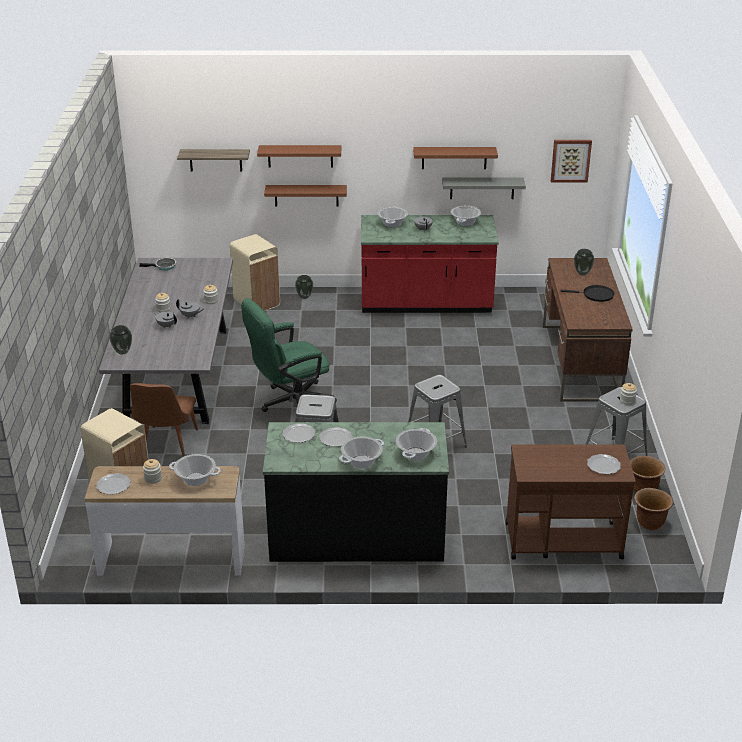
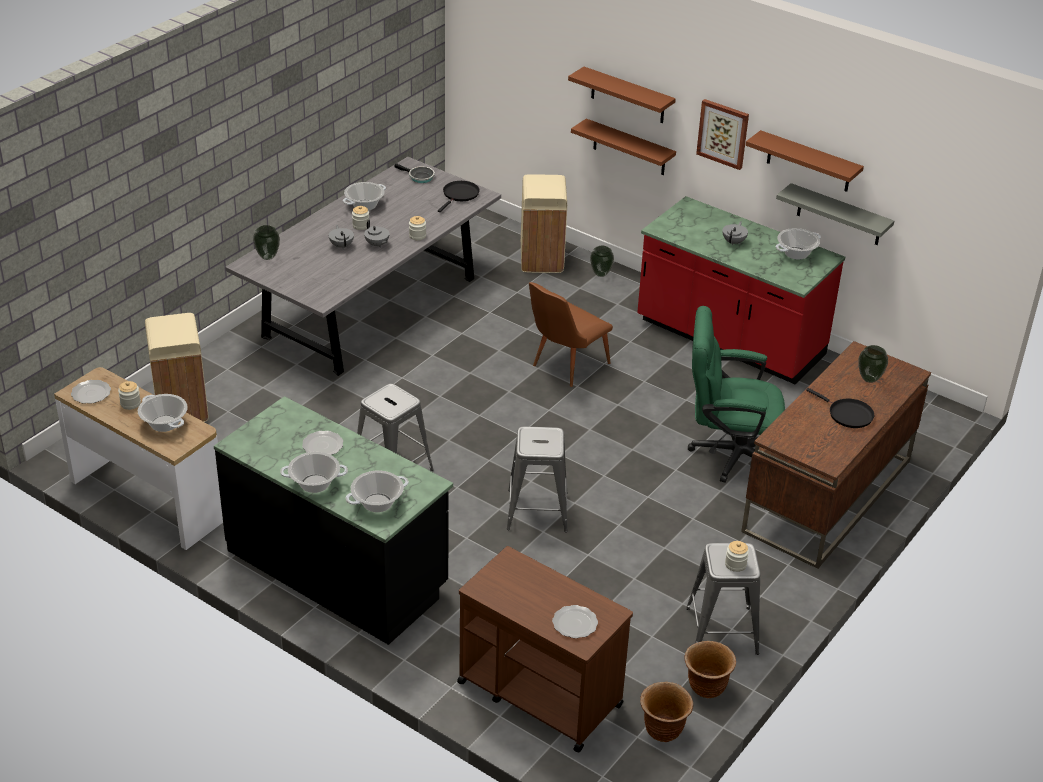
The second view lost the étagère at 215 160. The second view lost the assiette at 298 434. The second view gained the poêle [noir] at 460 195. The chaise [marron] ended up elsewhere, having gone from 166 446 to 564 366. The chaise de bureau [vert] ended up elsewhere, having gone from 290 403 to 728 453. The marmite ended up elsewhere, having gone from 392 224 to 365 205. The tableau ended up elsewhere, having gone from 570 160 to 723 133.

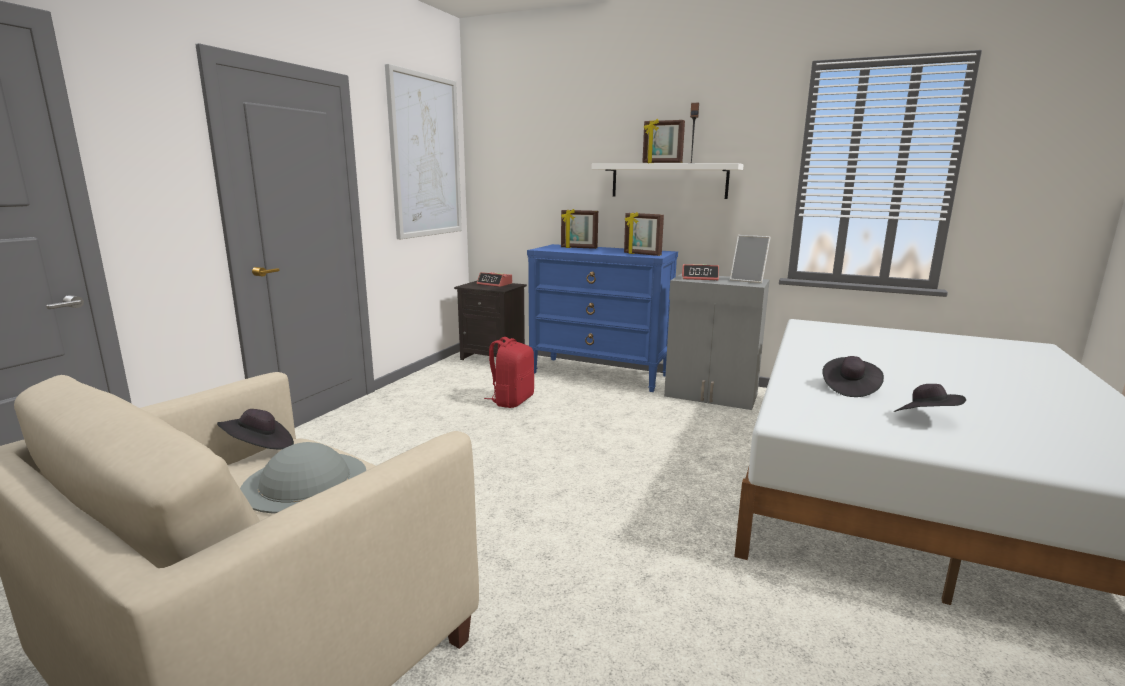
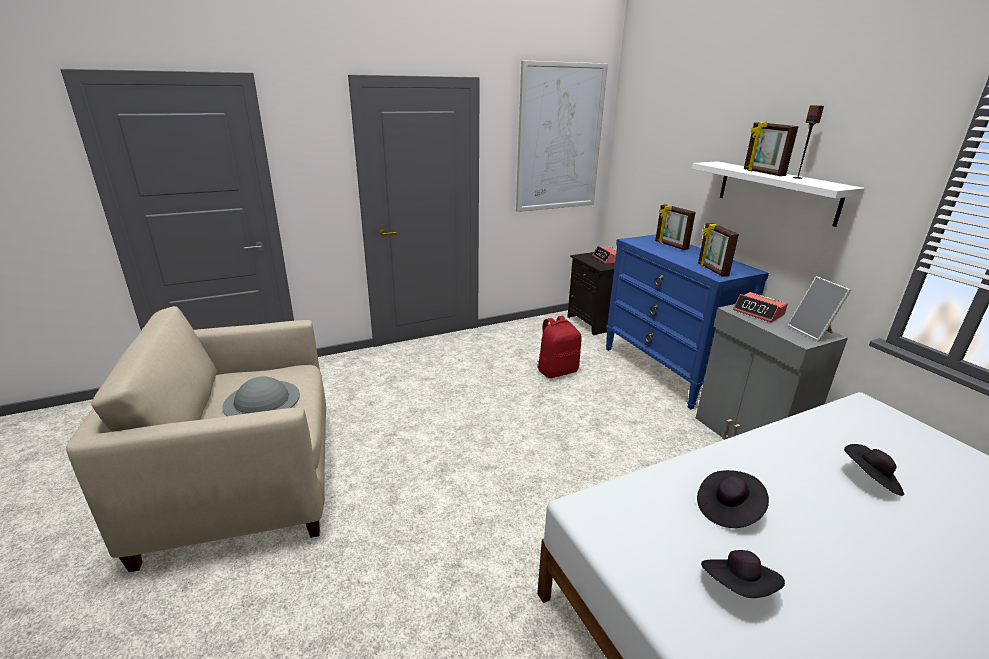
The chapeau [noir] ended up elsewhere, having gone from 260 448 to 870 480.

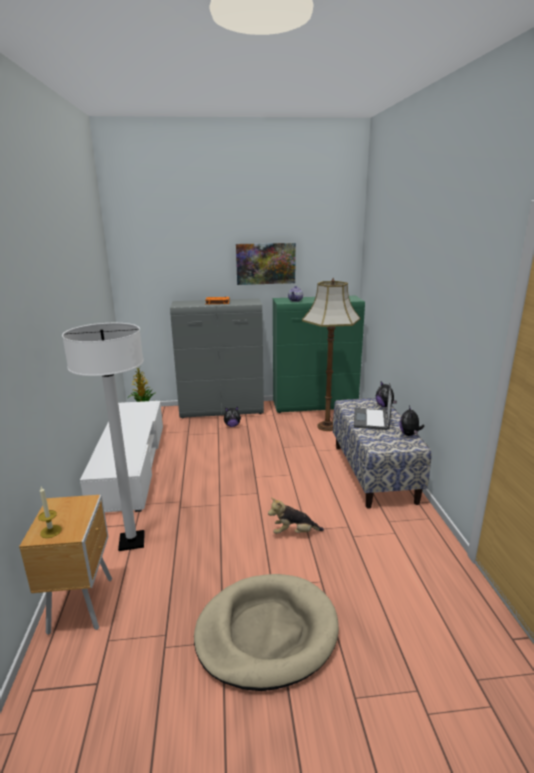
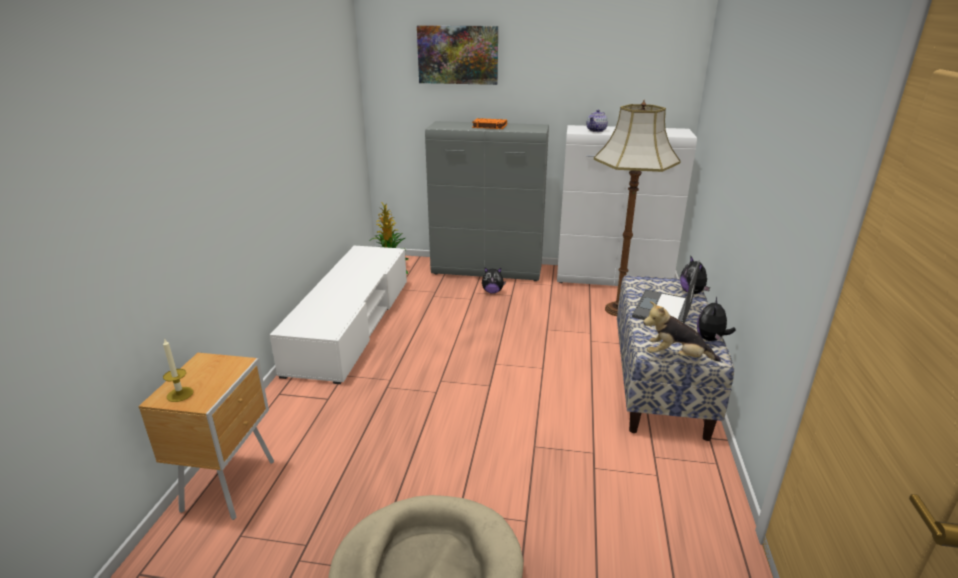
The second view lost the lampadaire [blanc] at 132 541. The tableau ended up elsewhere, having gone from 265 263 to 458 55. The peluche ended up elsewhere, having gone from 294 533 to 676 357. What was the meuble de rangement [vert] at 315 406 turned into the meuble de rangement [blanc] at 613 279.

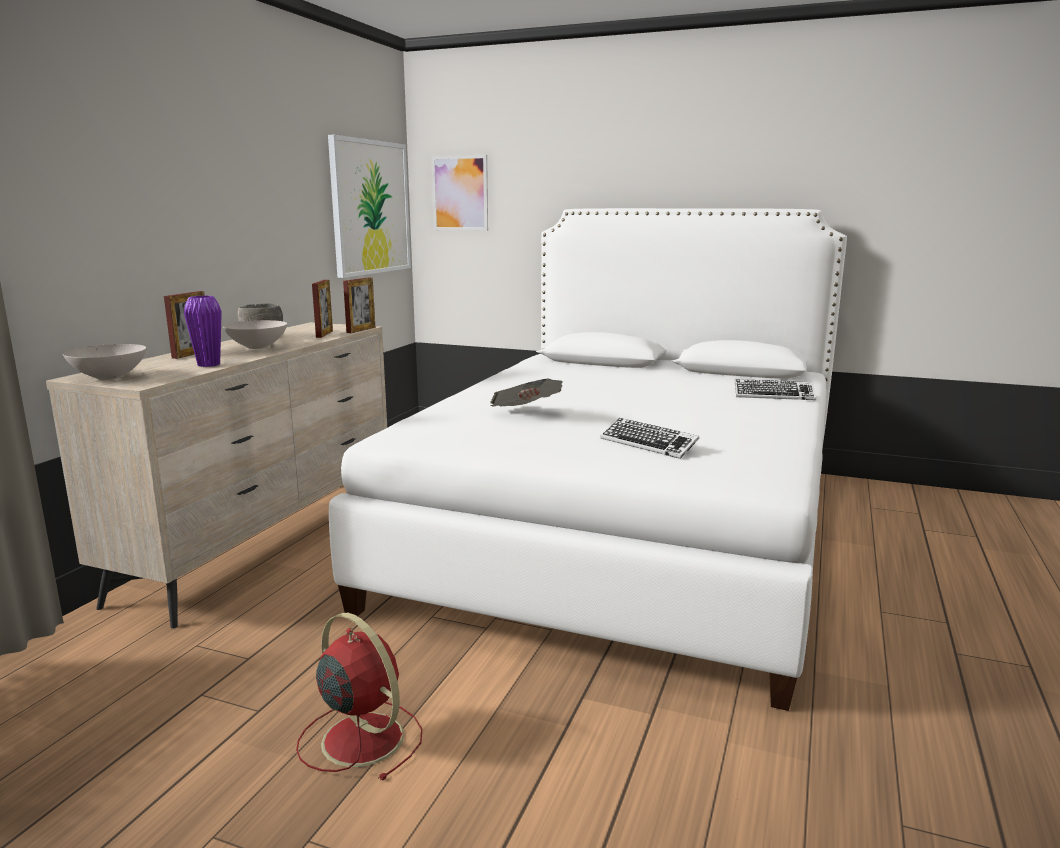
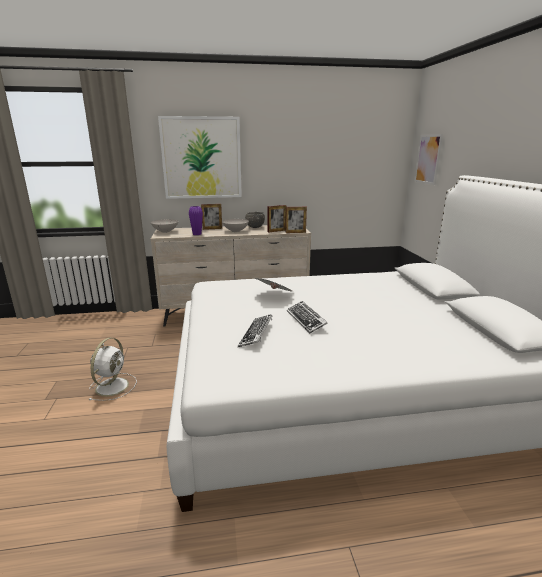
The tableau ended up elsewhere, having gone from 370 207 to 201 158. The clavier ended up elsewhere, having gone from 774 395 to 306 320. What was the ventilateur [rouge] at 360 737 turned into the ventilateur [blanc] at 113 386.

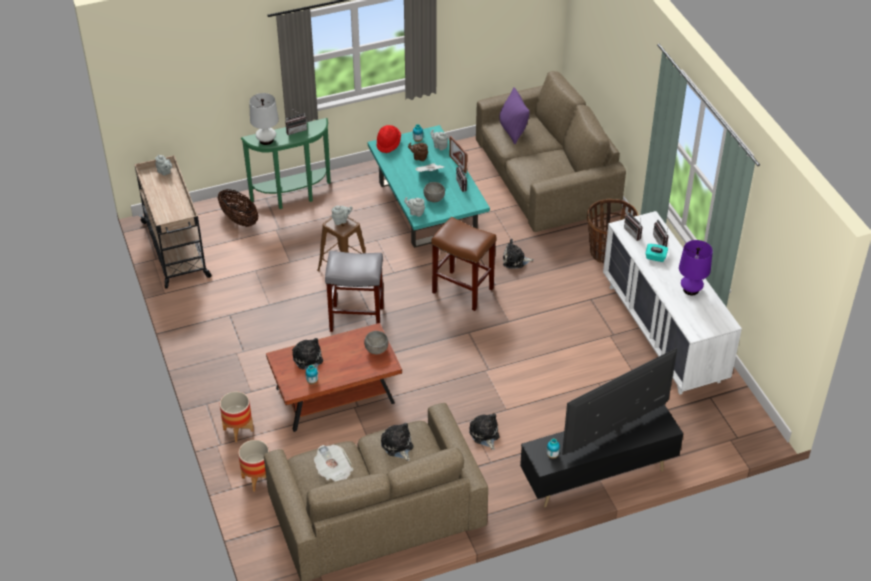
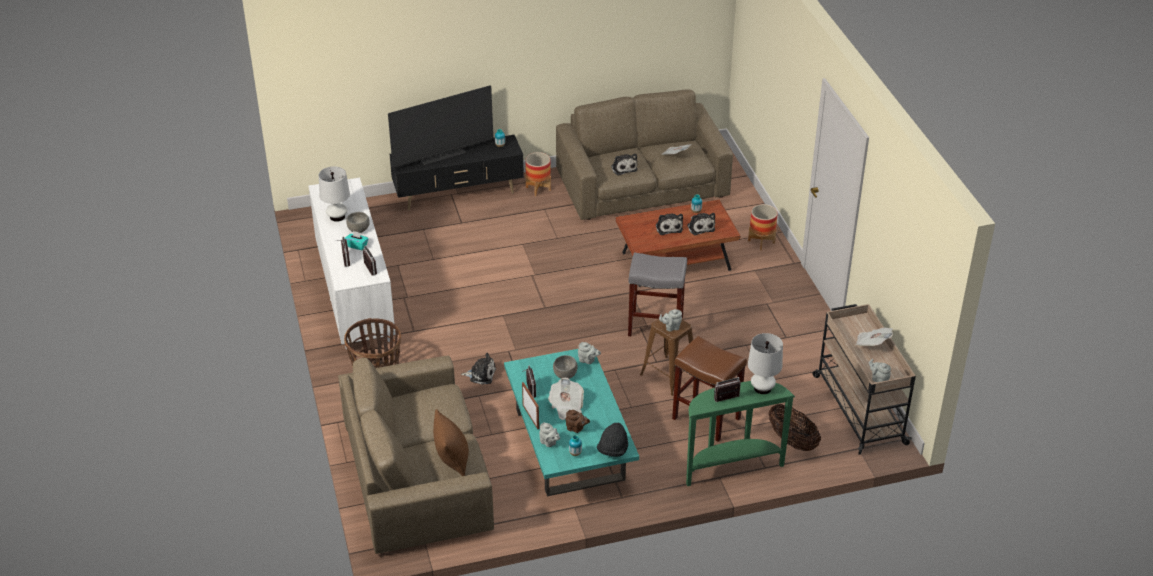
The second view gained the journal at 872 344. The cache-pot ended up elsewhere, having gone from 257 479 to 538 188. The bol [gris] ended up elsewhere, having gone from 376 350 to 359 230. The tabouret [marron] ended up elsewhere, having gone from 463 290 to 705 418. The peluche ended up elsewhere, having gone from 484 435 to 668 227. What was the chapeau [rouge] at 388 144 turned into the chapeau [noir] at 613 450. What was the coussin [violet] at 513 131 turned into the coussin [marron] at 452 460. What was the lampe de table [violet] at 691 289 turned into the lampe de table [blanc] at 337 217.

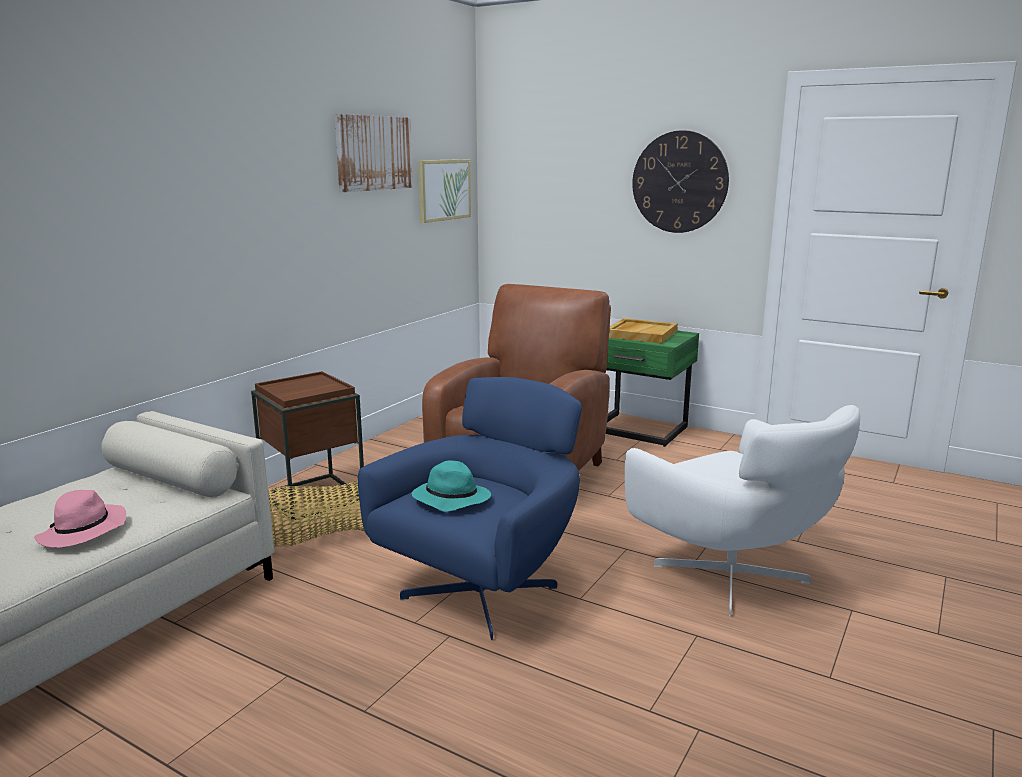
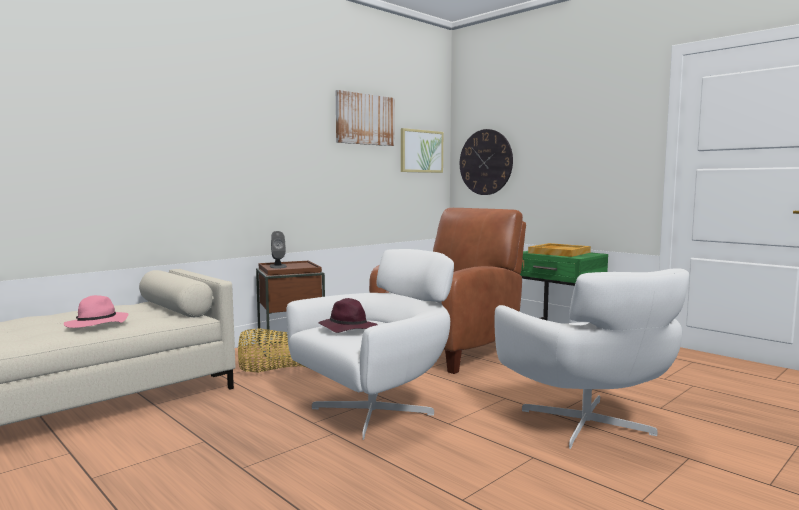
The second view gained the enceinte [gris] at 278 266. The horloge murale ended up elsewhere, having gone from 679 182 to 485 162. What was the fauteuil [bleu] at 483 590 turned into the fauteuil [blanc] at 376 410. What was the chapeau [turquoise] at 450 499 turned into the chapeau [violet] at 347 328.

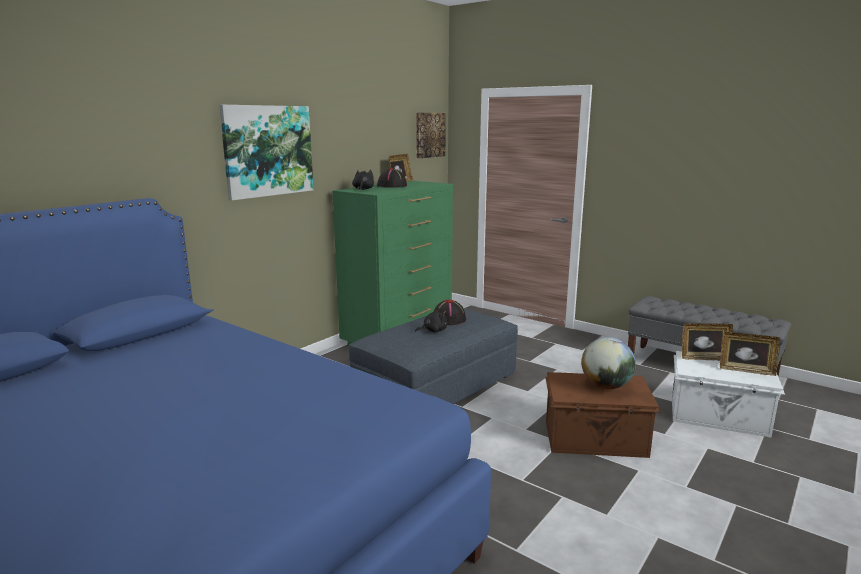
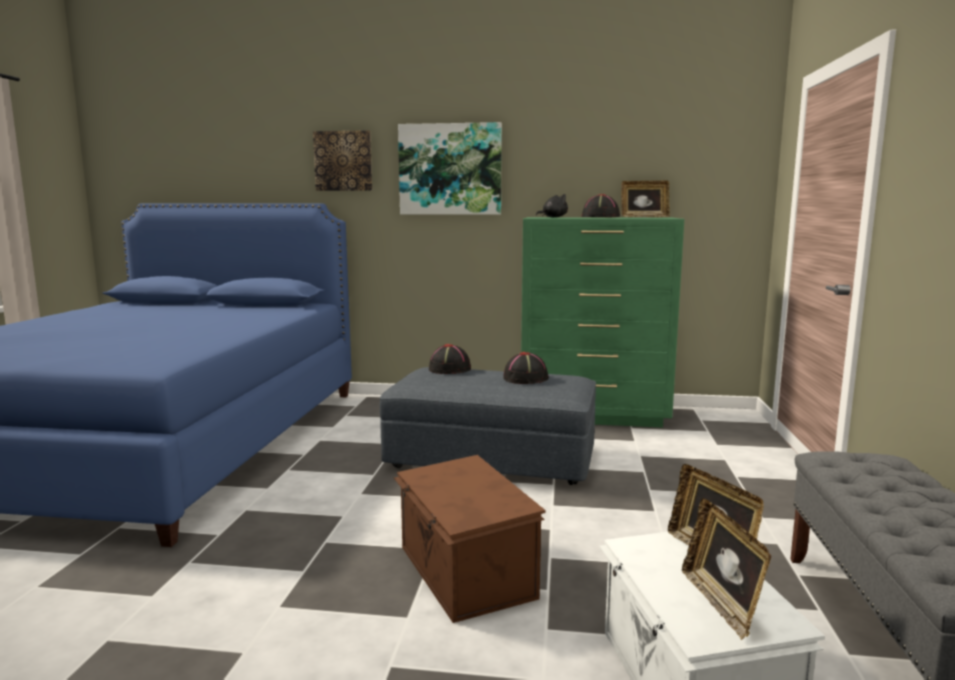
The second view lost the peluche [noir] at 433 331. The second view lost the globe at 606 386. The second view gained the chapeau [noir] at 450 369. The tableau ended up elsewhere, having gone from 429 135 to 343 161.

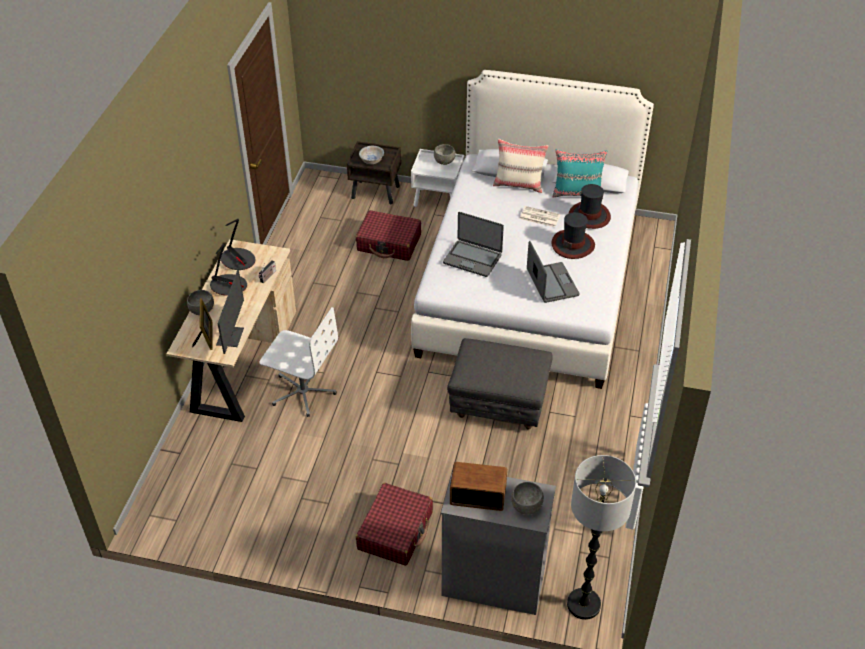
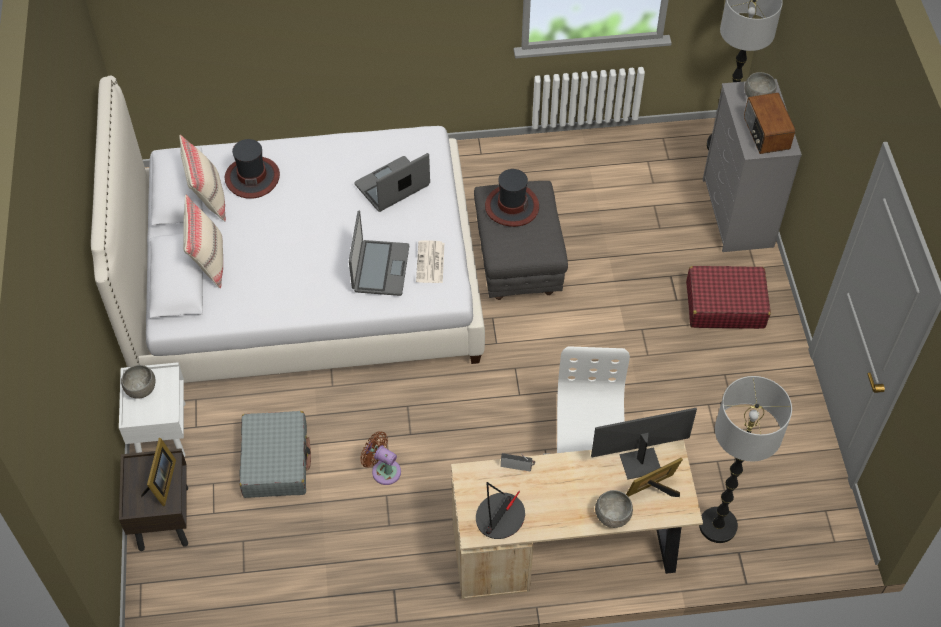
The second view lost the lampe de table at 229 286. The second view gained the ventilateur [marron] at 383 470. The second view gained the lampadaire at 717 525. The journal ended up elsewhere, having gone from 539 217 to 430 263. The chapeau ended up elsewhere, having gone from 573 244 to 511 206. Where the bol [blanc] stood at 372 160, the cadre photo came to stand at 162 483. What was the valise [rouge] at 389 243 turned into the valise [gris] at 276 461. What was the coussin [turquoise] at 577 193 turned into the coussin [beige] at 208 198.

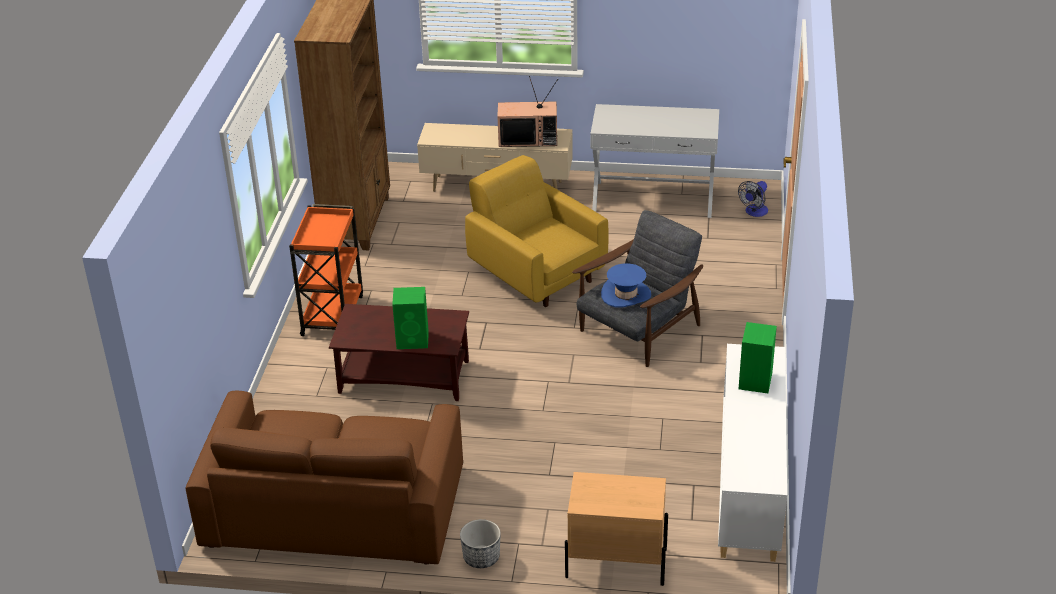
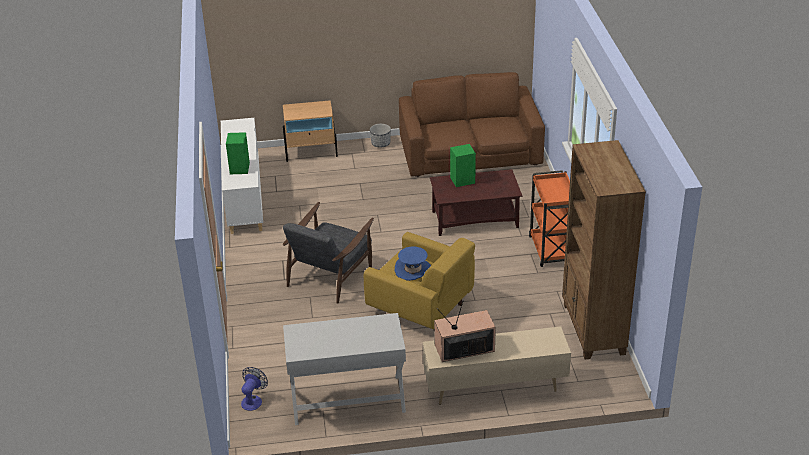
The chapeau [bleu] ended up elsewhere, having gone from 626 295 to 413 270.

